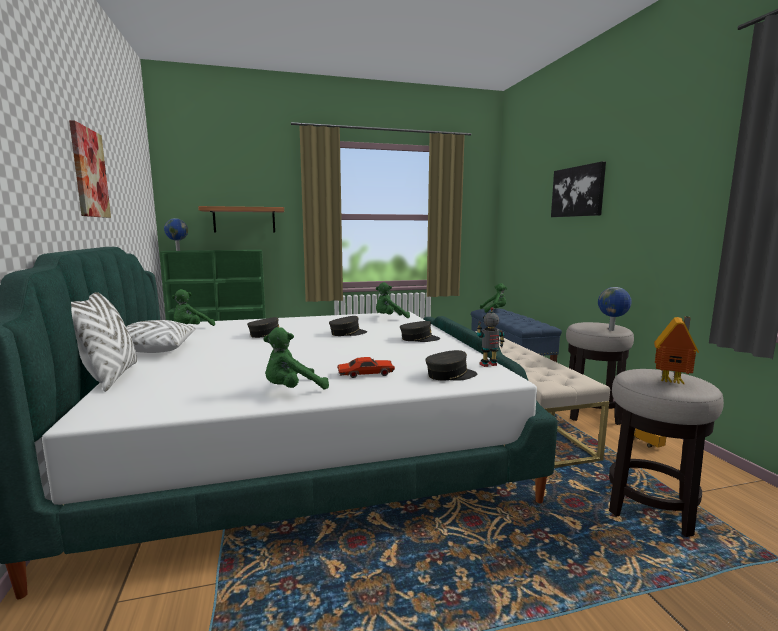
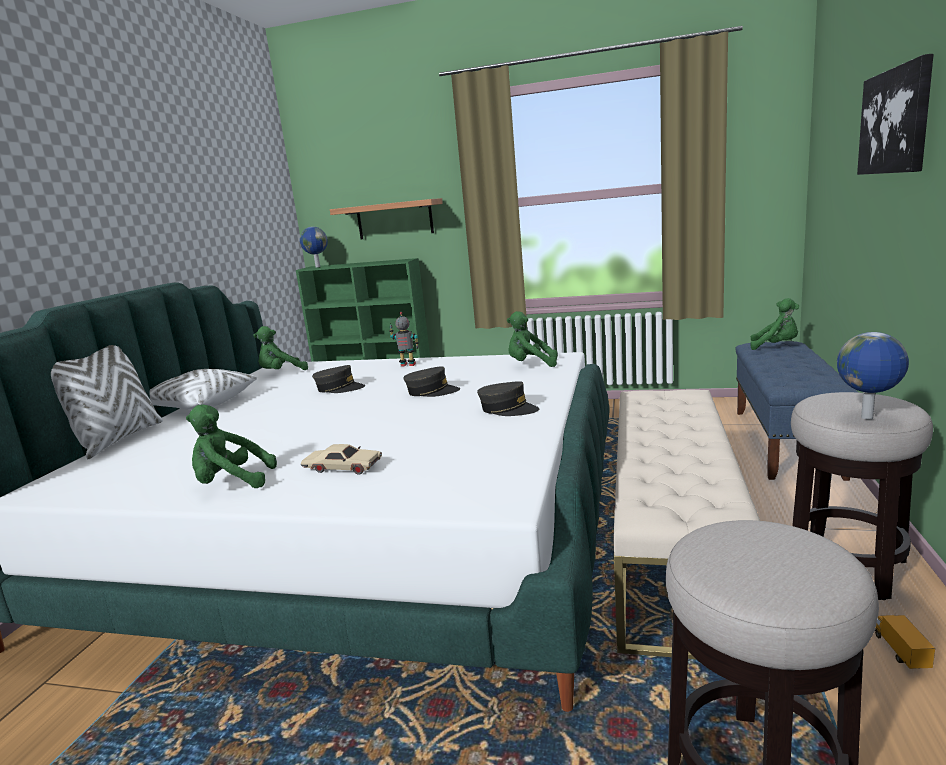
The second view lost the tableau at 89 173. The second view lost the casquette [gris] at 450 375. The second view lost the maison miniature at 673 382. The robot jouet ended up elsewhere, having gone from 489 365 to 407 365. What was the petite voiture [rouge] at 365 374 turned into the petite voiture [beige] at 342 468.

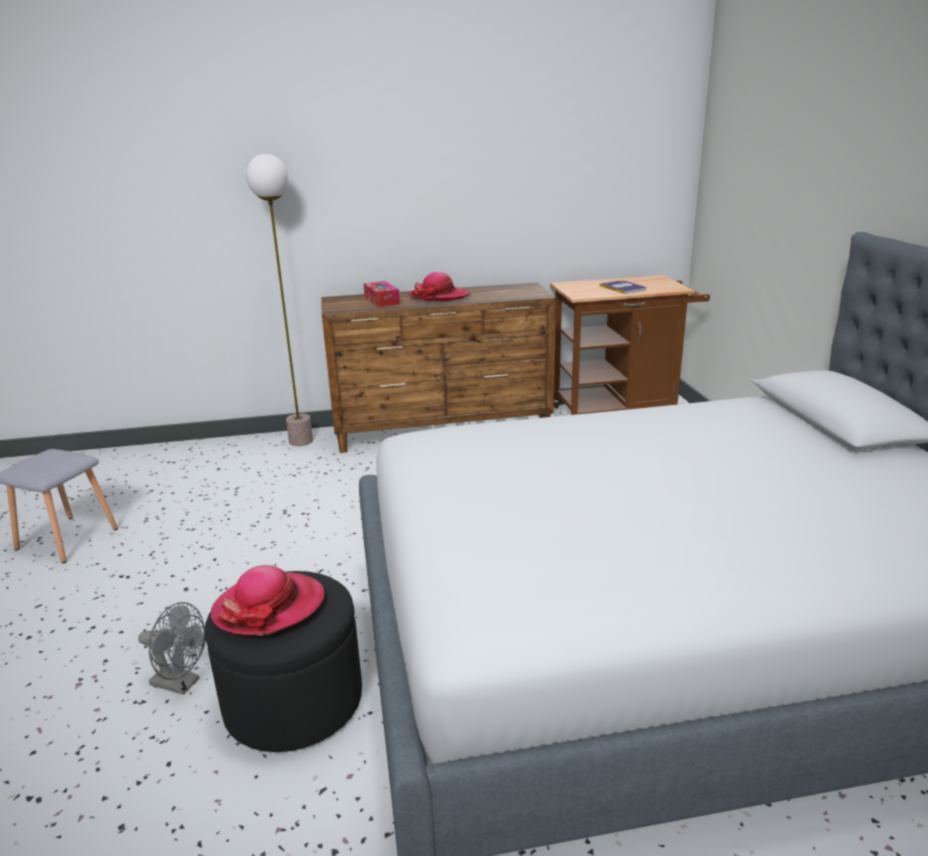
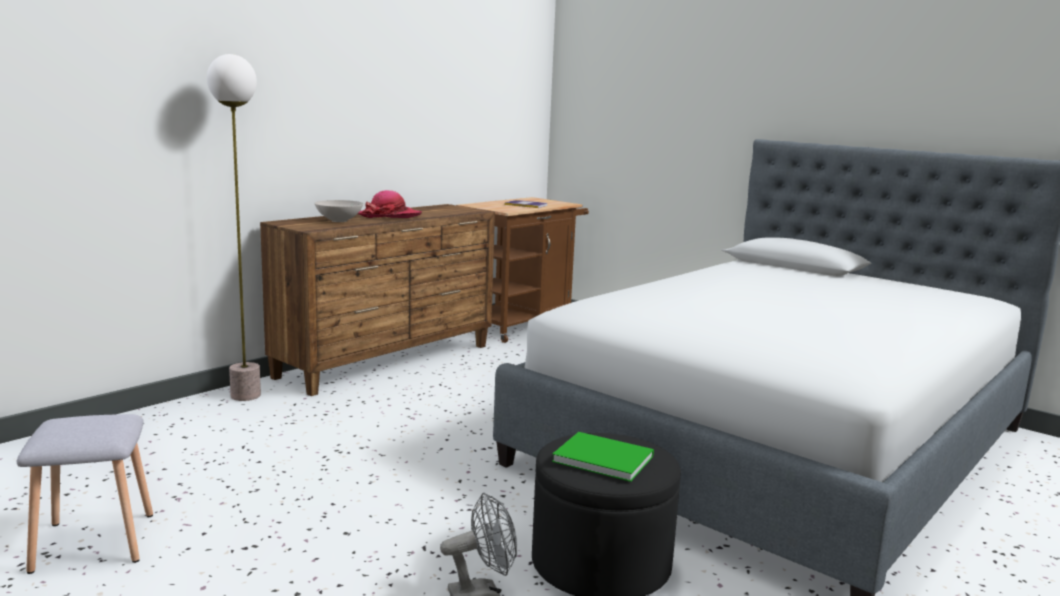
Where the chapeau stood at 269 607, the livre [vert] came to stand at 601 457. Where the boîte à mouchoirs stood at 381 301, the bol [blanc] came to stand at 340 221.

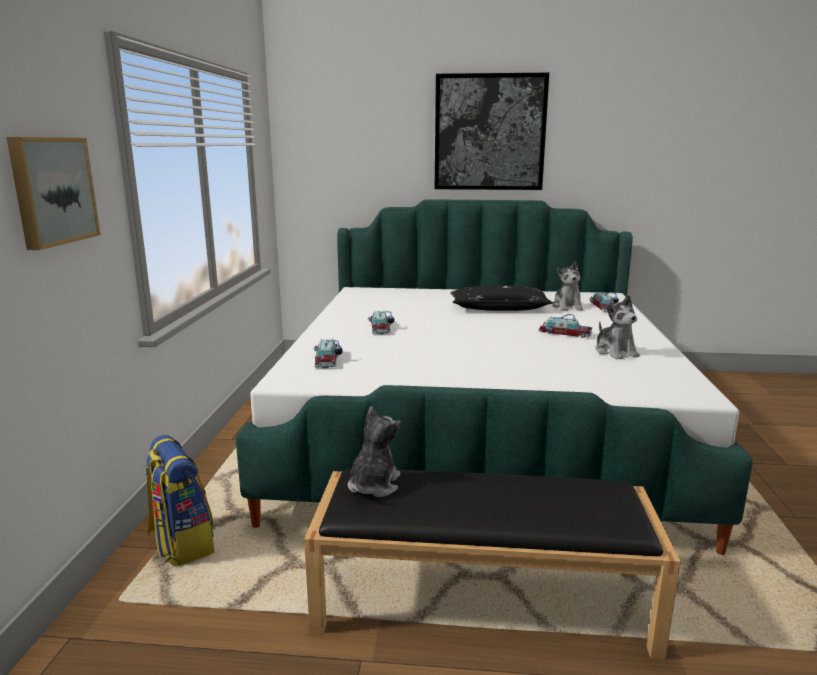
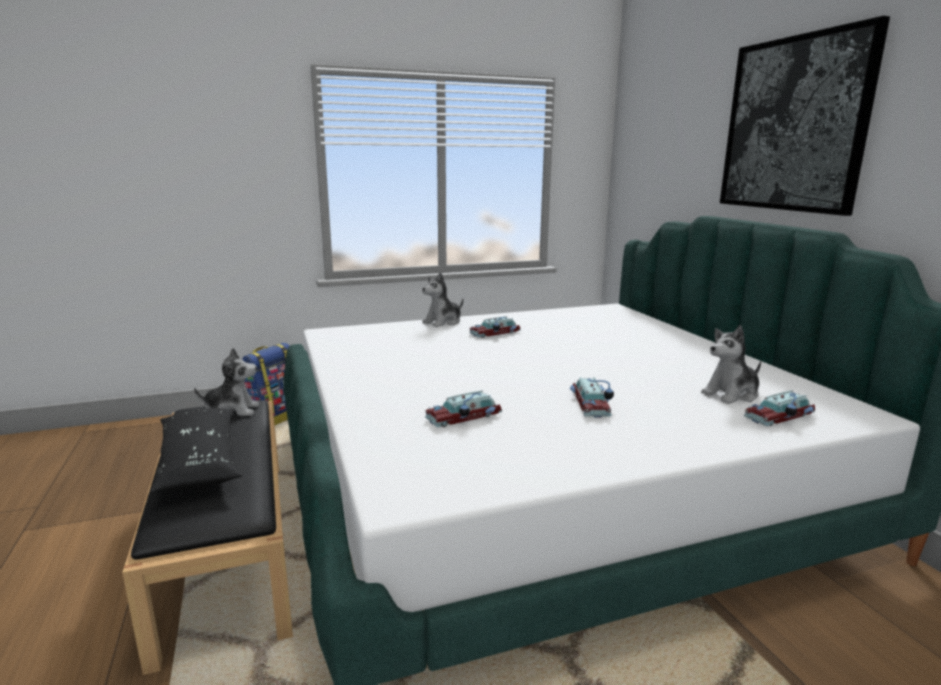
The second view lost the tableau at 52 191. The petite voiture ended up elsewhere, having gone from 328 359 to 465 417. The coussin [noir] ended up elsewhere, having gone from 499 308 to 200 462. The peluche ended up elsewhere, having gone from 615 352 to 443 322.

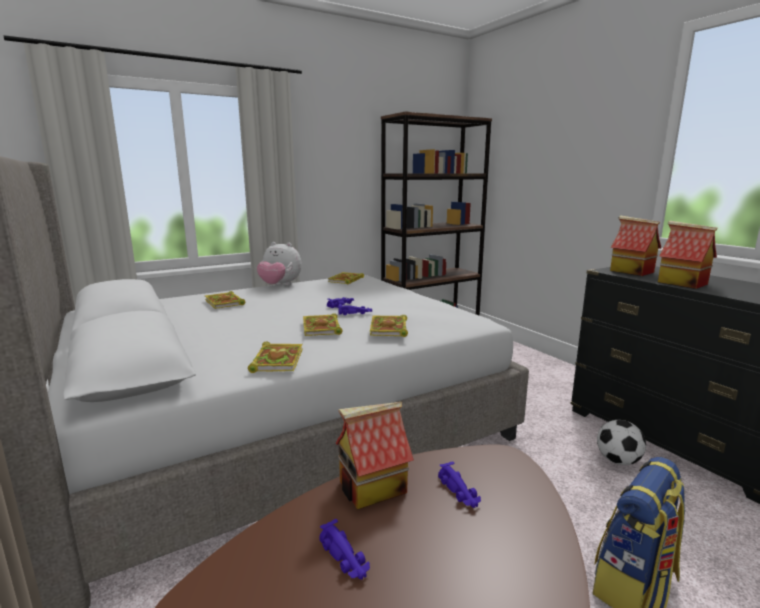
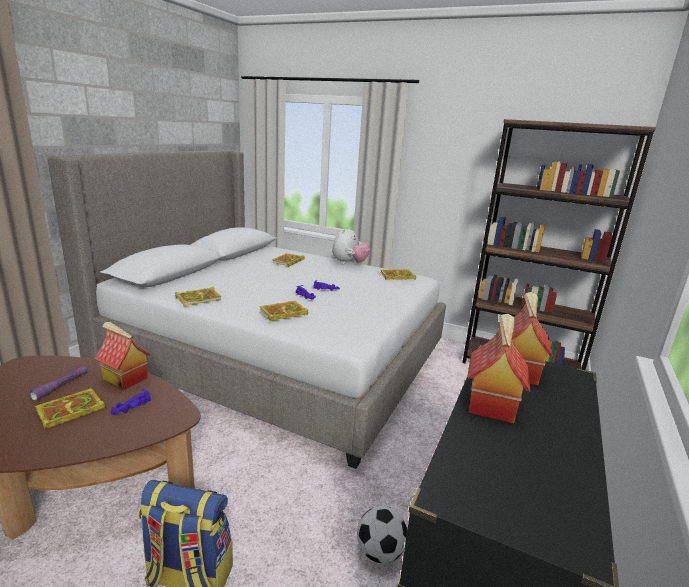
The livre ended up elsewhere, having gone from 322 328 to 69 411. Where the petite voiture [violet] stood at 345 558, the lampe de poche [violet] came to stand at 61 386. The peluche at 280 285 ended up facing another way, 135 degrees counterclockwise from before.

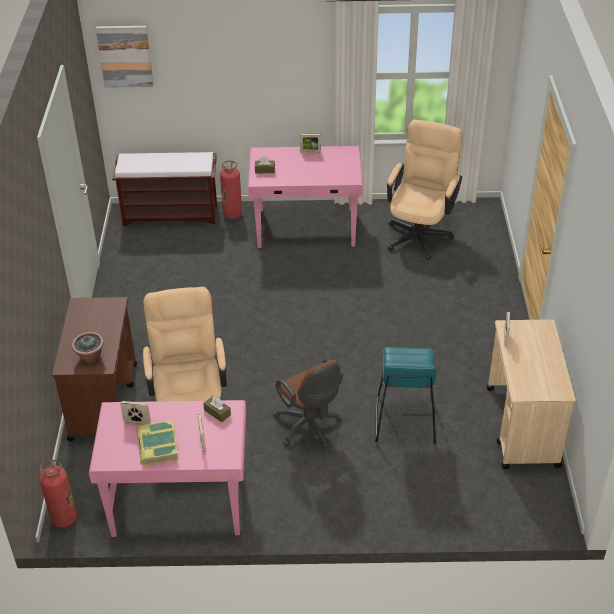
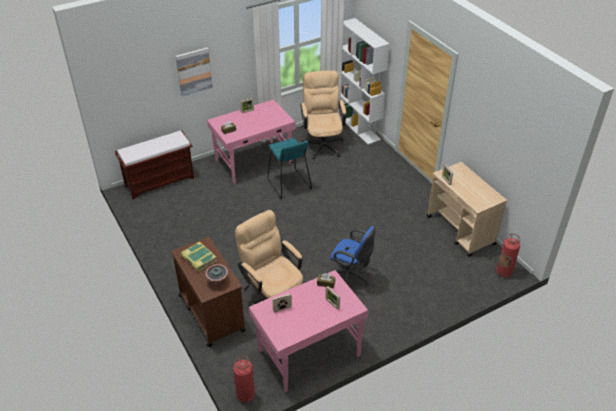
The second view gained the bibliothèque [blanc] at 359 127. The tableau ended up elsewhere, having gone from 125 56 to 194 71. The livre ended up elsewhere, having gone from 157 446 to 198 259. The extincteur ended up elsewhere, having gone from 232 214 to 504 272. The tabouret [turquoise] ended up elsewhere, having gone from 404 421 to 288 184. What was the chaise de bureau [marron] at 309 428 turned into the chaise de bureau [bleu] at 350 277.

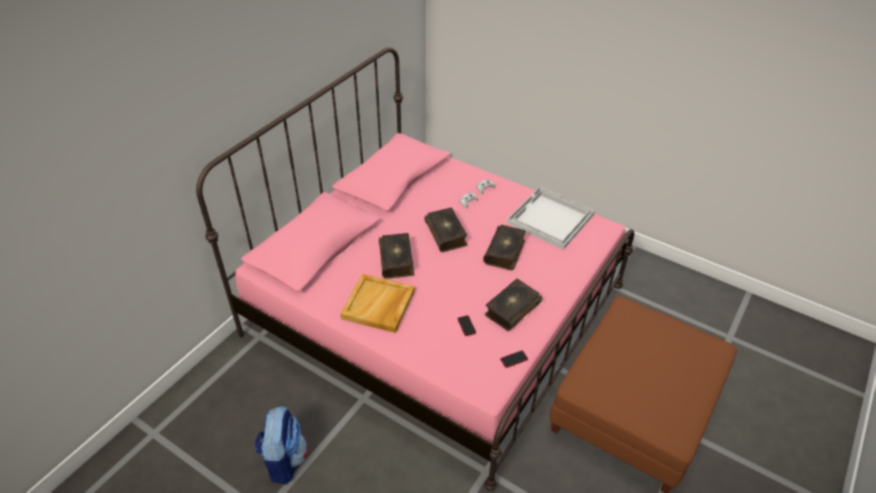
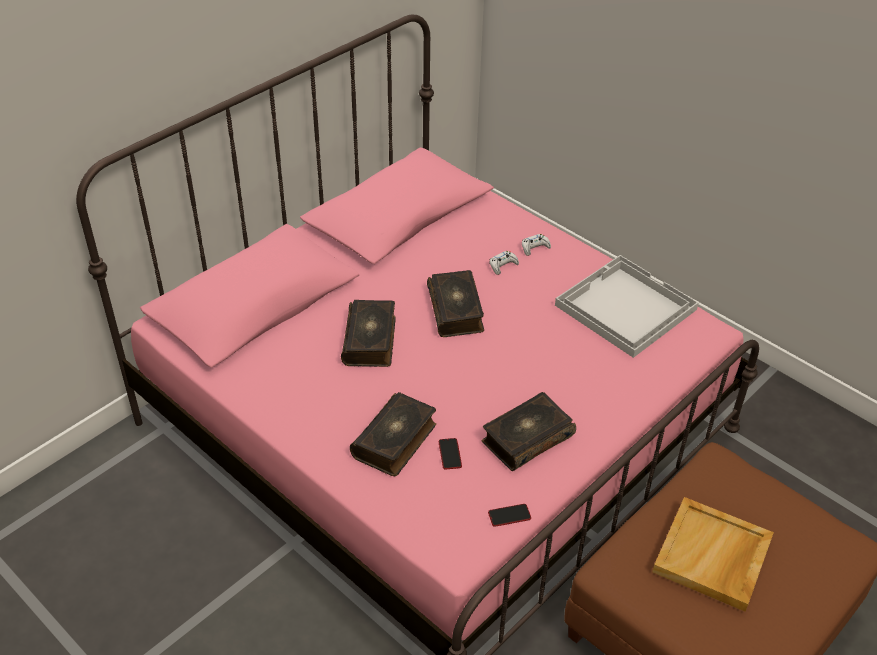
The second view lost the sac à dos at 284 460. The plateau [beige] ended up elsewhere, having gone from 378 305 to 713 557. The livre ended up elsewhere, having gone from 505 252 to 395 441.

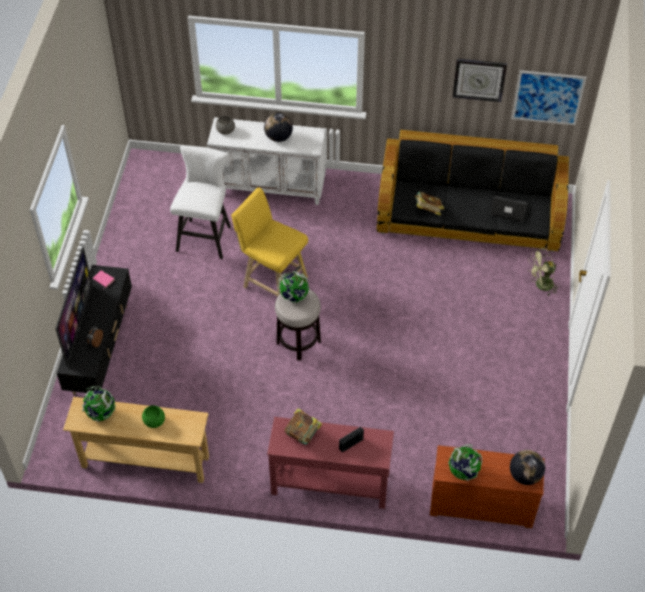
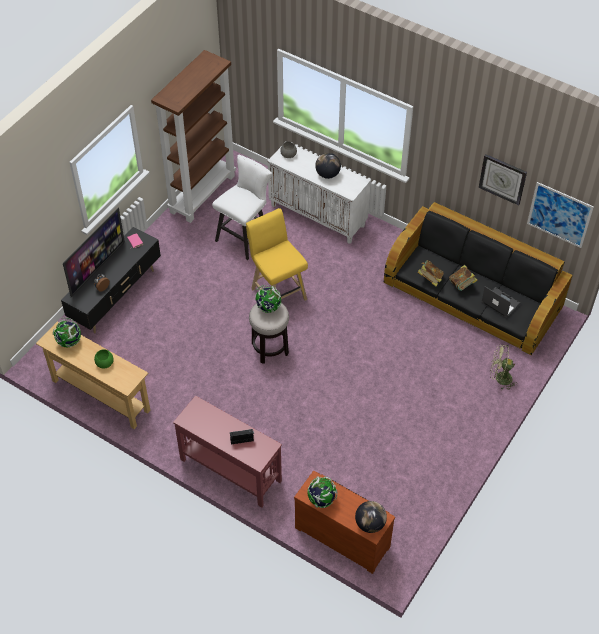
The second view gained the bibliothèque [marron] at 202 193. The livre ended up elsewhere, having gone from 303 433 to 462 285.

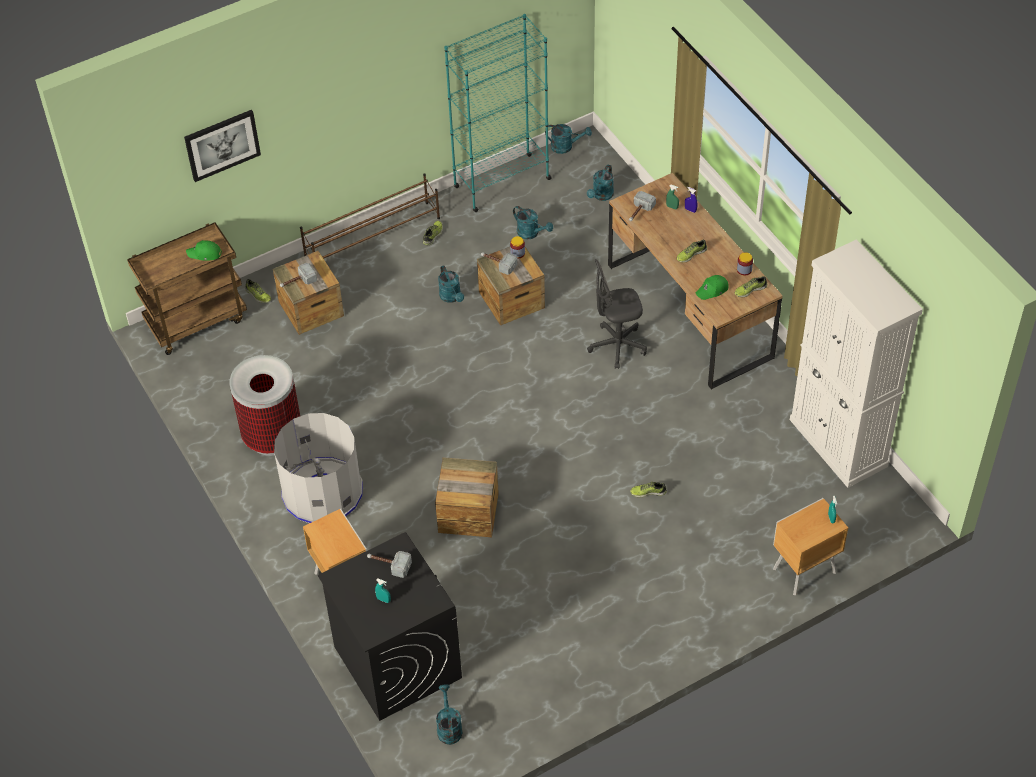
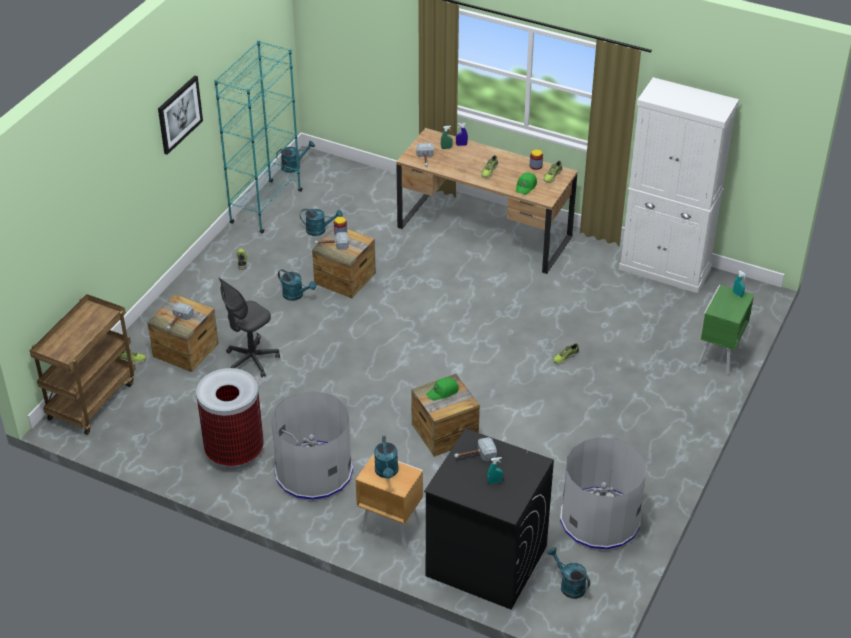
The second view lost the étagère à chaussures [marron] at 373 237. The second view gained the poubelle [gris] at 599 520. The tableau ended up elsewhere, having gone from 222 144 to 179 114. The casquette [vert] ended up elsewhere, having gone from 204 254 to 443 392. The arrosoir [turquoise] ended up elsewhere, having gone from 601 196 to 387 473. The chaise de bureau [gris] ended up elsewhere, having gone from 617 346 to 251 360. What was the table de chevet [marron] at 802 571 turned into the table de chevet [vert] at 718 357.

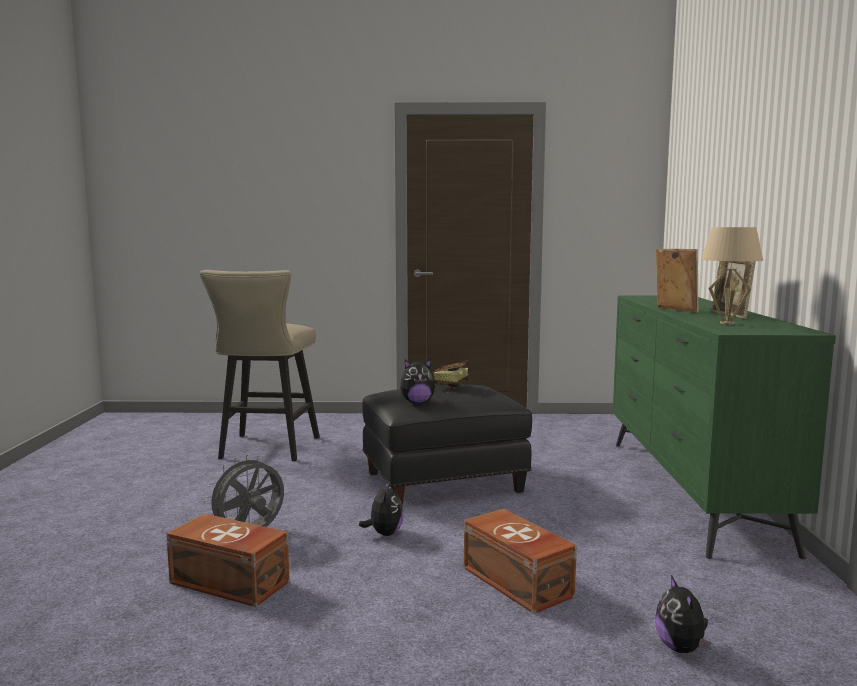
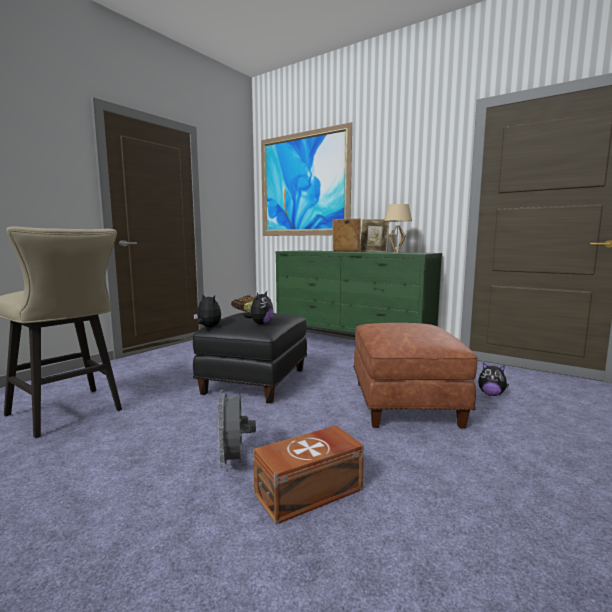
The second view gained the tableau at 303 185. The peluche ended up elsewhere, having gone from 384 533 to 208 327. Where the boîte de rangement [marron] stood at 516 583, the pouf [marron] came to stand at 406 403.

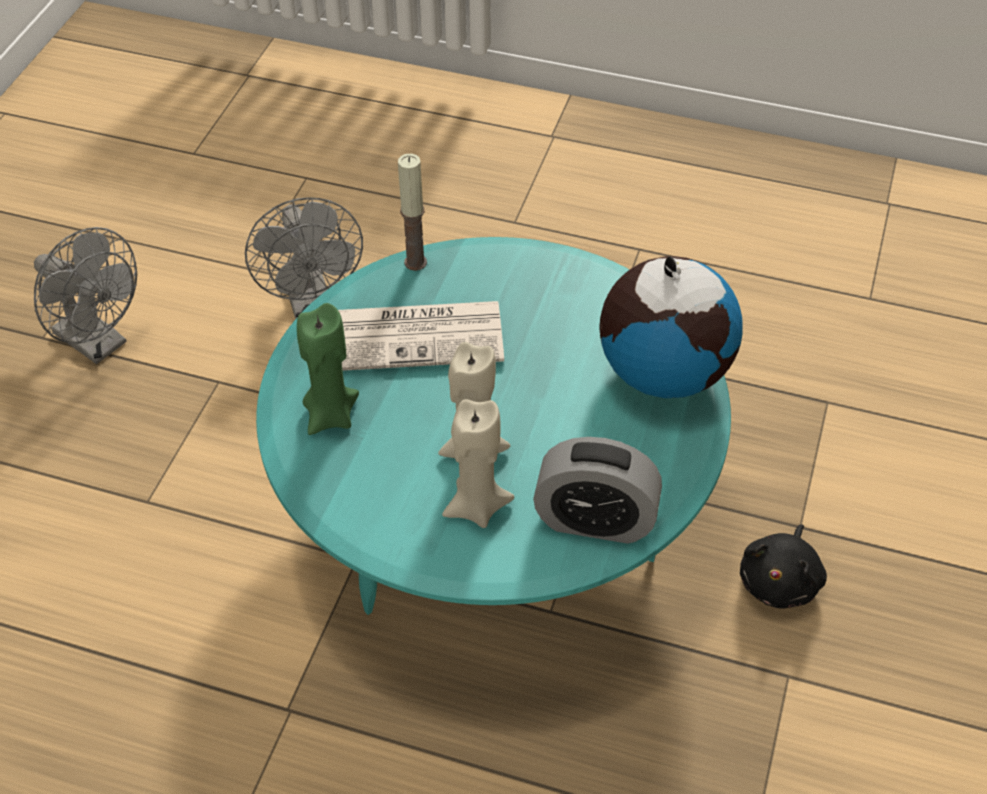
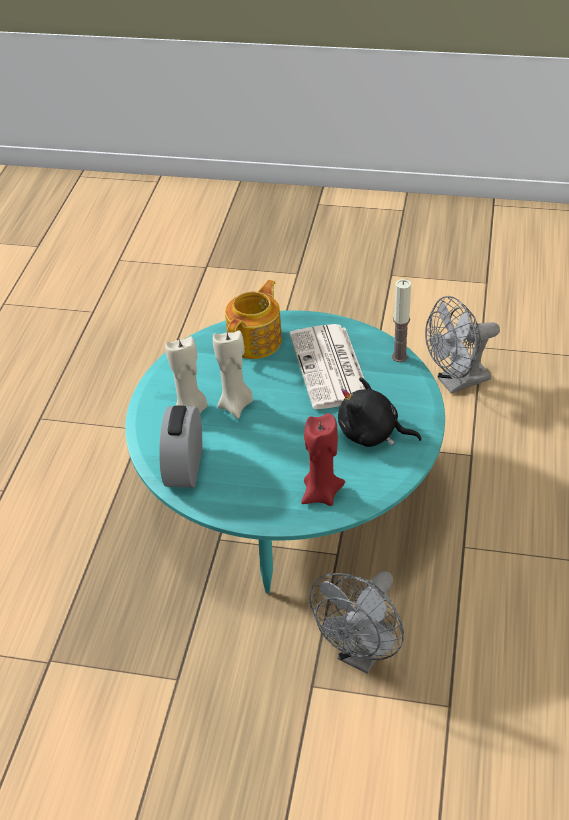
The ventilateur [gris] ended up elsewhere, having gone from 99 344 to 362 654. The peluche [noir] ended up elsewhere, having gone from 780 581 to 372 434. Where the bougie [vert] stood at 330 415, the théière came to stand at 256 340. Where the globe stood at 664 372, the bougie [rouge] came to stand at 321 493.

